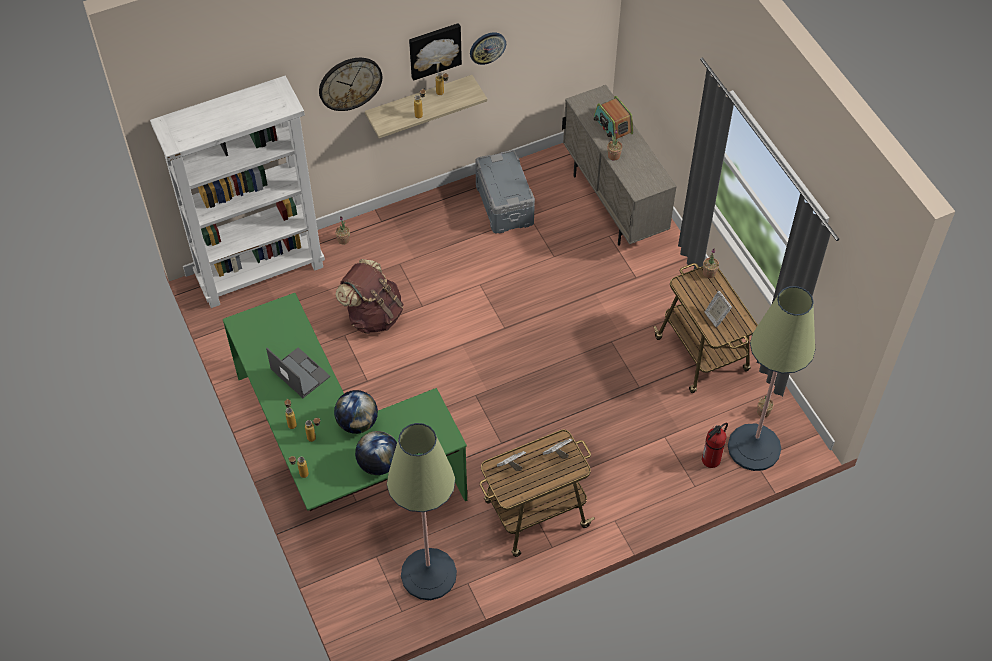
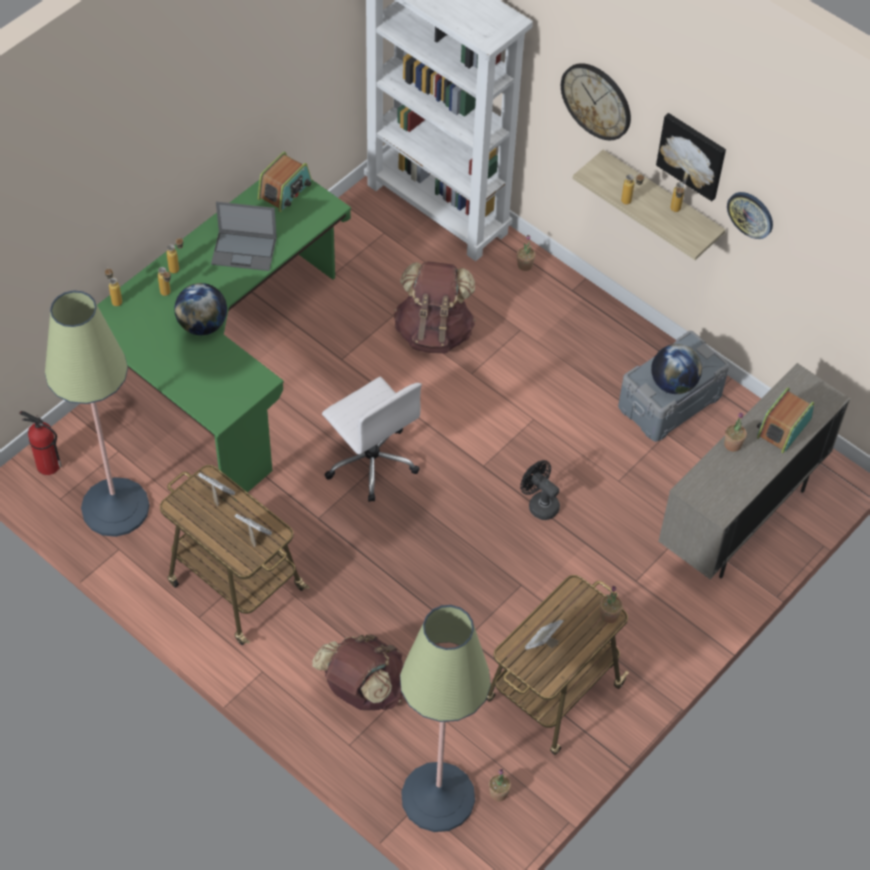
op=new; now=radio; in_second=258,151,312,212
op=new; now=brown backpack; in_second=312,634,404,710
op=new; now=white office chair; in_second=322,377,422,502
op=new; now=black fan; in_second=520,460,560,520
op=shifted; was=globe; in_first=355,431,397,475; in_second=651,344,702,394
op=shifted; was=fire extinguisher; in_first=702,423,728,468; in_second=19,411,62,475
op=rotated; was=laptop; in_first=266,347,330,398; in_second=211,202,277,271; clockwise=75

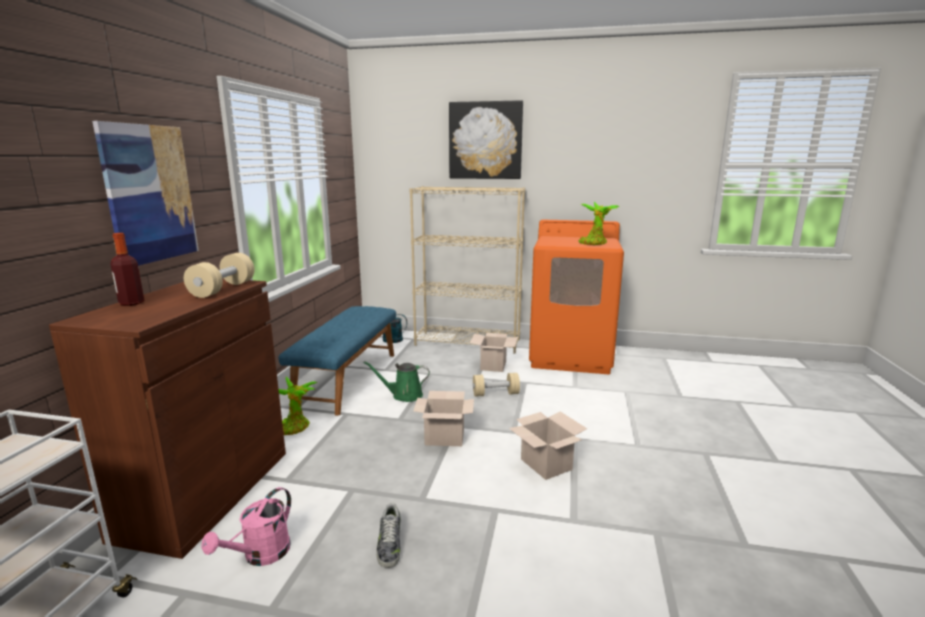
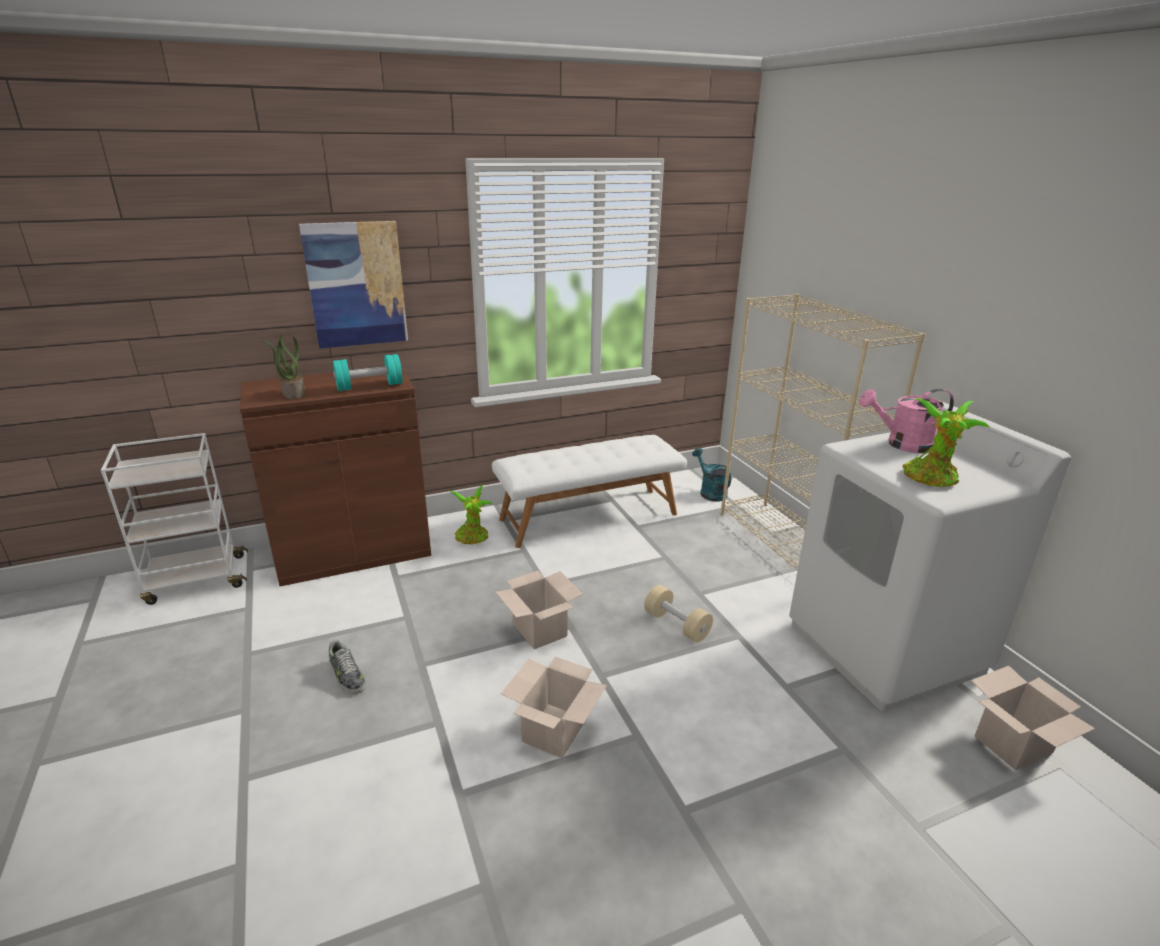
op=gone; was=bottle; in_first=110,233,144,306
op=gone; was=green watering can; in_first=364,361,430,402
op=gone; was=picture; in_first=449,100,523,179
op=new; now=potted plant; in_second=265,333,305,399
op=shifted; was=pink watering can; in_first=202,487,291,566; in_second=859,389,954,453
op=shifted; was=cardboard box; in_first=470,333,518,372; in_second=971,666,1095,771
op=repainted; was=beige dumbbell; now=turquoise dumbbell; in_first=184,253,254,298; in_second=333,354,403,391
op=repainted; was=blue bench; now=white bench; in_first=279,306,396,416; in_second=492,435,687,548
op=repainted; was=orange washing machine; now=white washing machine; in_first=529,220,624,374; in_second=789,401,1071,711
op=rotated; was=shoe; in_first=376,503,401,568; in_second=329,639,366,694; clockwise=-90

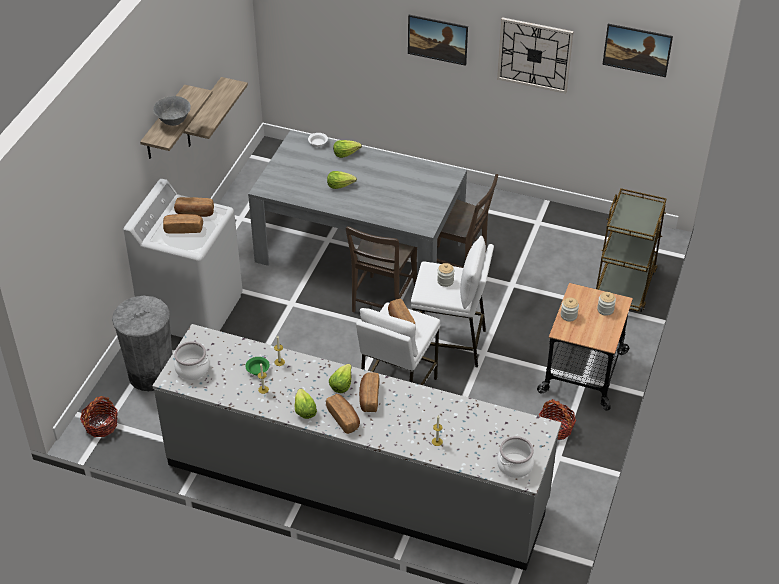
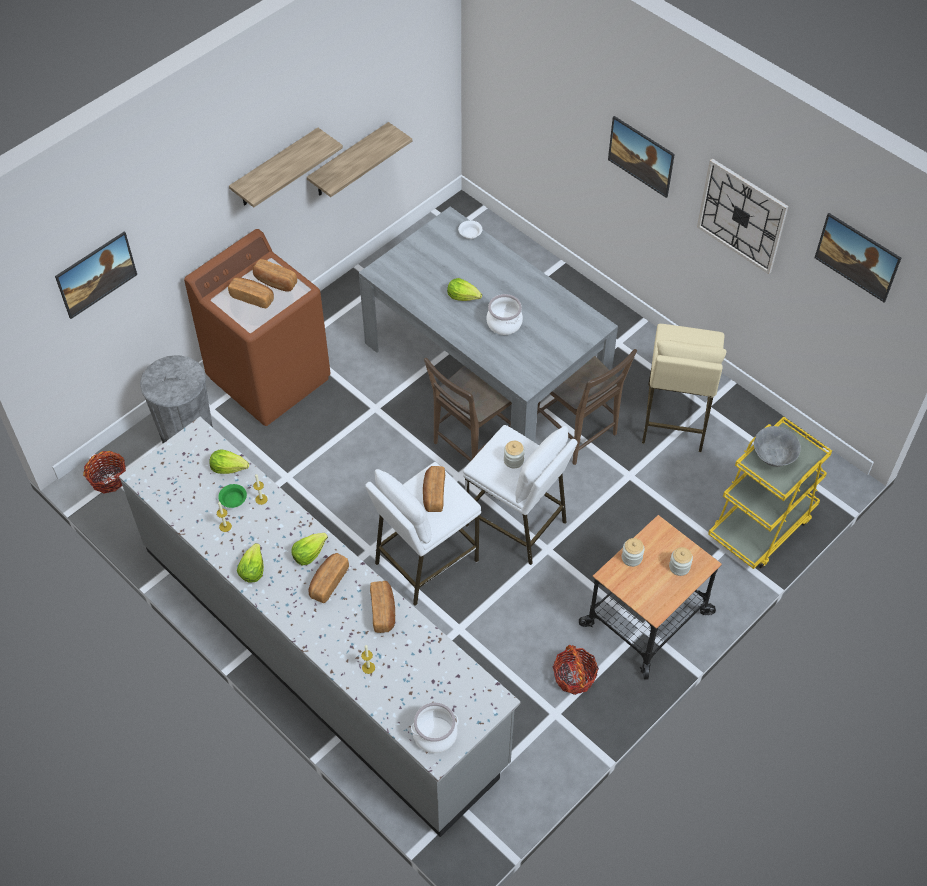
op=new; now=picture; in_second=55,232,137,319
op=new; now=beige stool; in_second=642,324,726,452
op=shifted; was=grey bowl; in_first=153,96,191,126; in_second=754,426,801,467
op=shifted; was=cooking pot; in_first=174,341,209,380; in_second=486,294,523,335
op=shifted; was=bread; in_first=326,394,360,434; in_second=370,581,395,633
op=shifted; was=lettuce; in_first=333,140,362,158; in_second=209,449,249,474
op=repainted; was=white washing machine; now=brown washing machine; in_first=123,179,243,338; in_second=184,229,330,426
op=repainted; was=brown cart; now=yellow cart; in_first=596,188,667,312; in_second=708,417,832,569

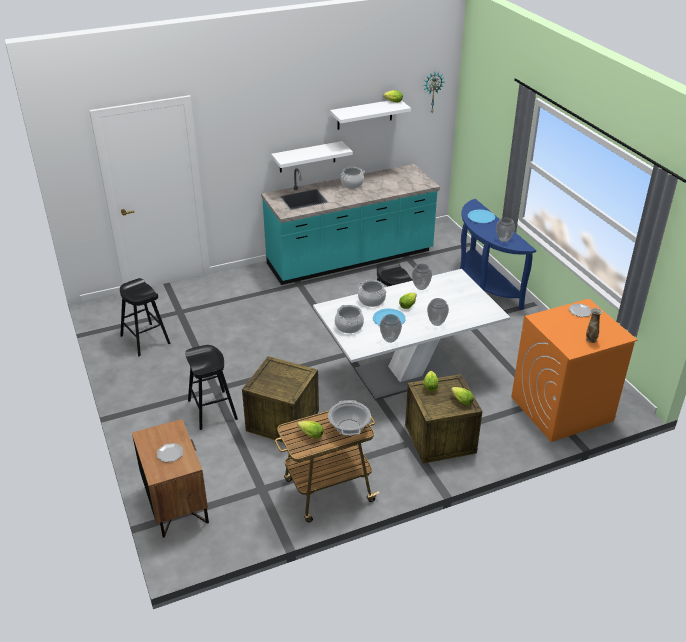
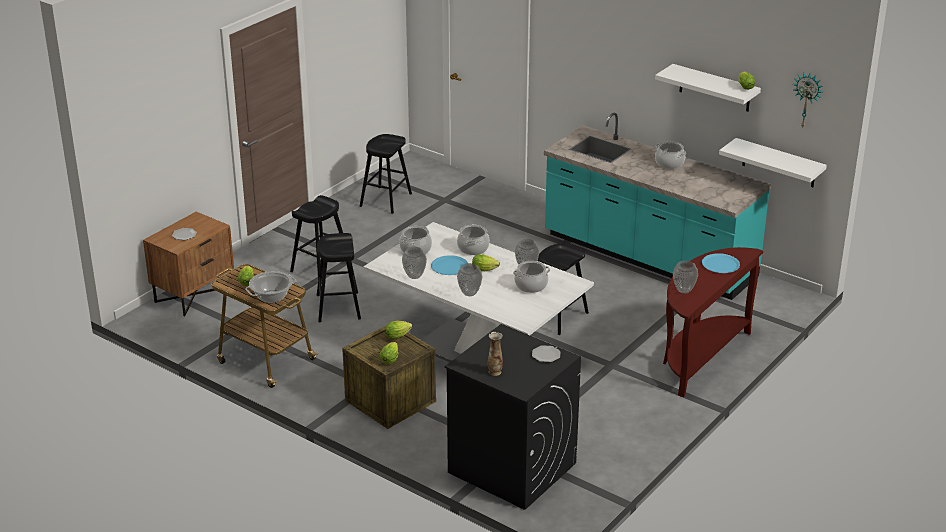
op=new; now=cooking pot; in_second=513,261,550,293
op=shifted; was=white shelf; in_first=271,141,353,172; in_second=719,138,827,187
op=swapped; was=crate; now=black stool; in_first=242,356,319,442; in_second=317,233,361,322
op=repainted; was=blue console table; now=brown console table; in_first=460,199,536,310; in_second=663,247,763,398
op=repainted; was=orange washing machine; now=black washing machine; in_first=511,299,637,442; in_second=445,324,581,510

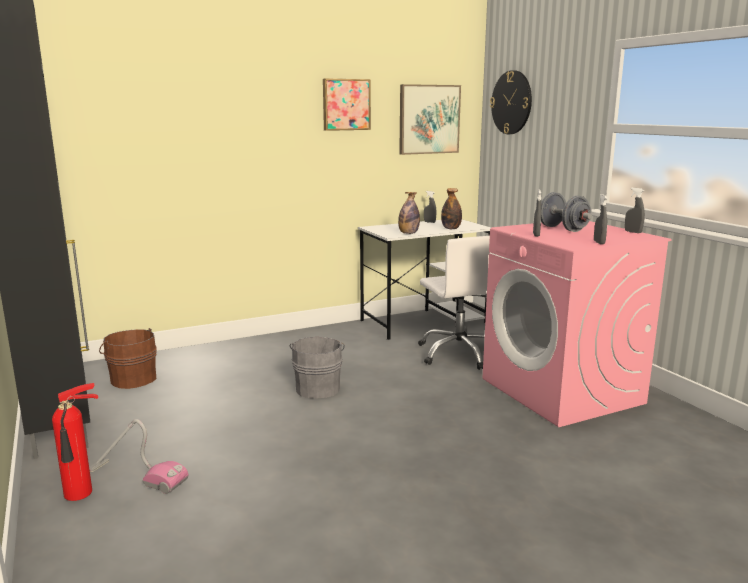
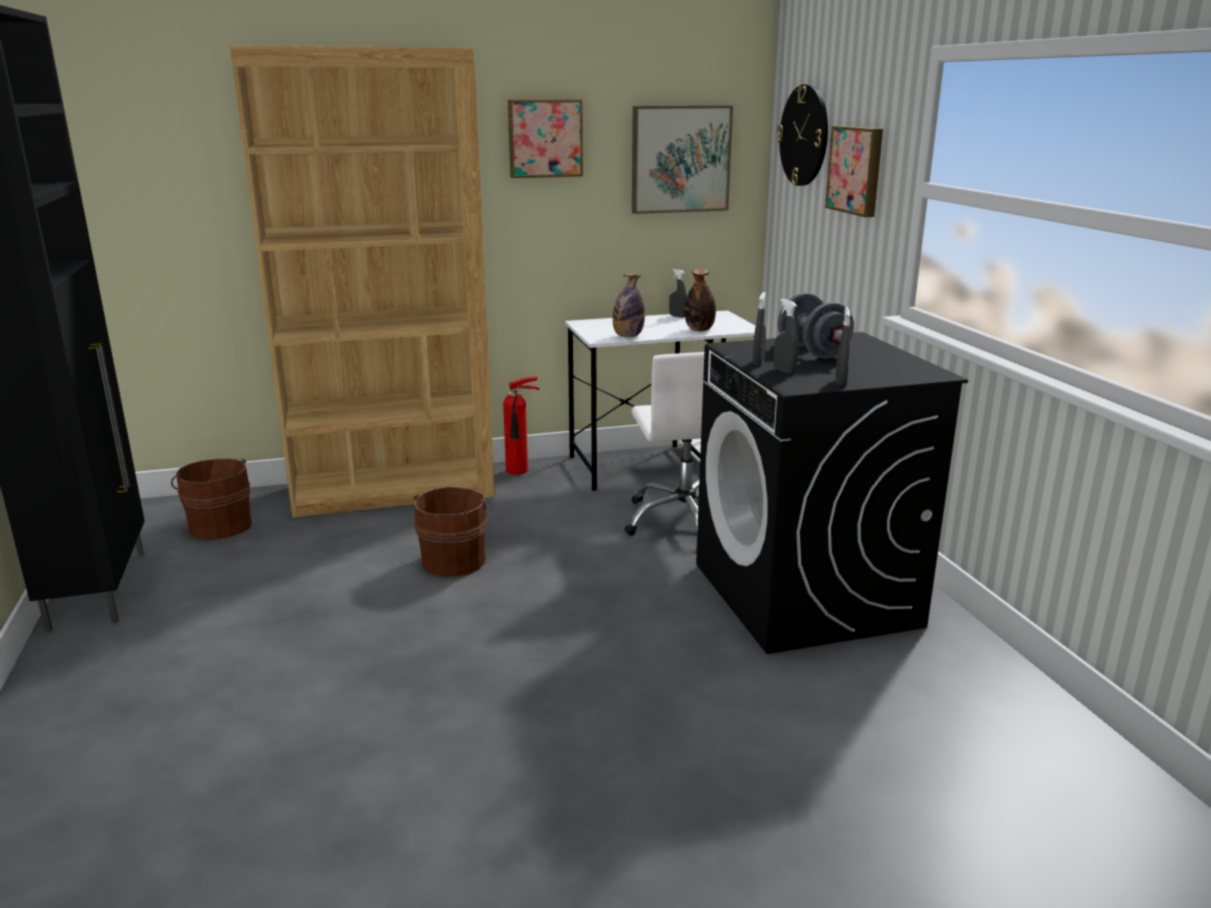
op=gone; was=vacuum cleaner; in_first=89,419,188,494
op=new; now=brown bookcase; in_second=230,45,495,518
op=new; now=picture; in_second=825,126,883,217
op=shifted; was=fire extinguisher; in_first=52,383,98,501; in_second=503,376,539,475
op=shifted; was=grey spray bottle; in_first=625,188,645,233; in_second=774,299,798,374
op=repainted; was=grey bucket; now=brown bucket; in_first=289,337,345,398; in_second=414,487,492,576
op=repainted; was=pink washing machine; now=black washing machine; in_first=482,221,671,427; in_second=696,332,968,654

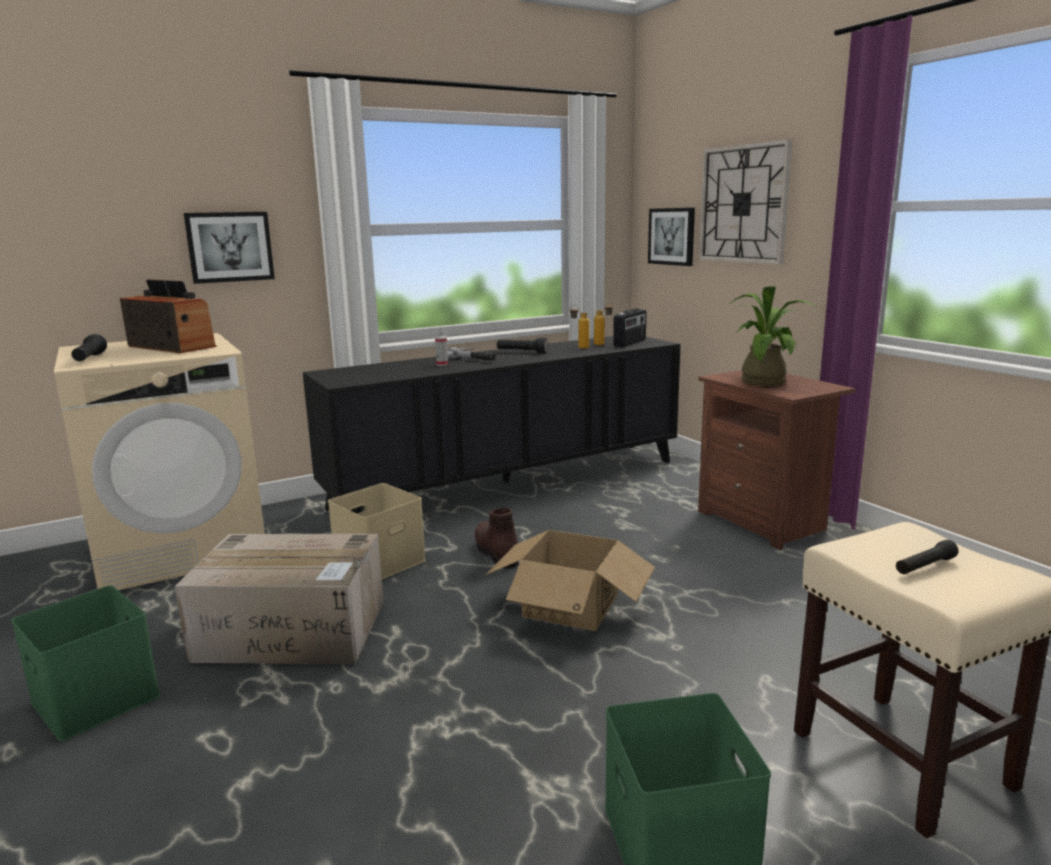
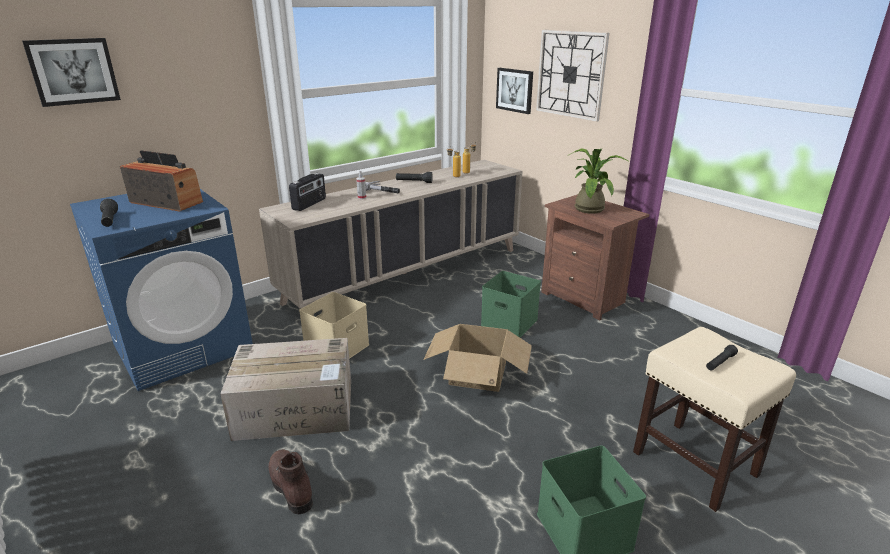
op=shifted; was=green storage box; in_first=11,585,161,741; in_second=481,271,541,337
op=shifted; was=picture; in_first=184,212,275,284; in_second=22,38,121,107
op=shifted; was=brown boot; in_first=475,507,519,569; in_second=268,450,313,514
op=shifted; was=radio; in_first=613,309,646,347; in_second=289,173,326,211
op=repainted; was=beige washing machine; now=blue washing machine; in_first=54,333,265,590; in_second=70,189,253,391
op=repainted; was=black cabinet; now=beige cabinet; in_first=303,336,681,514; in_second=259,160,523,308

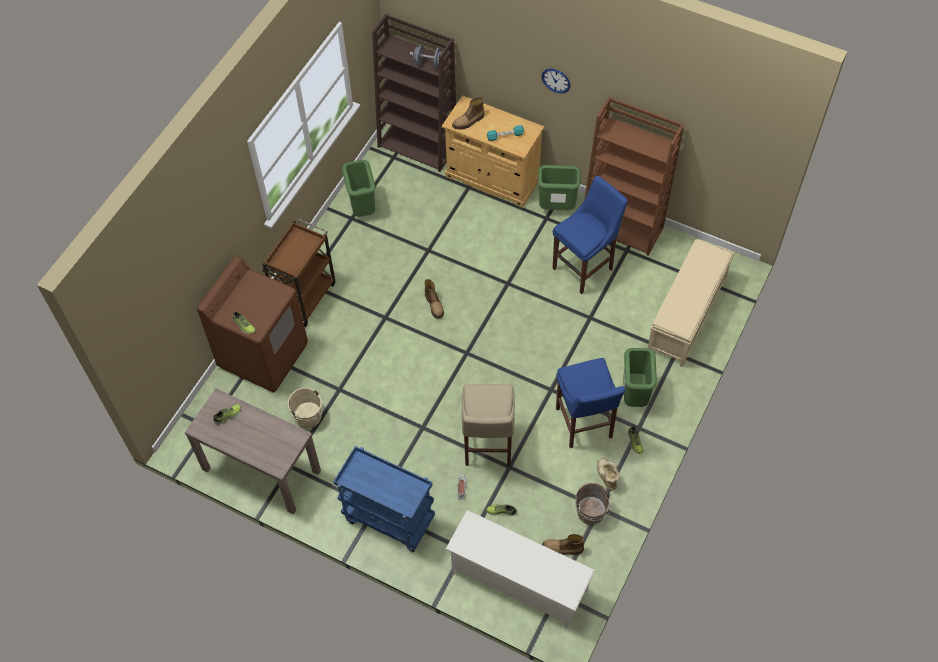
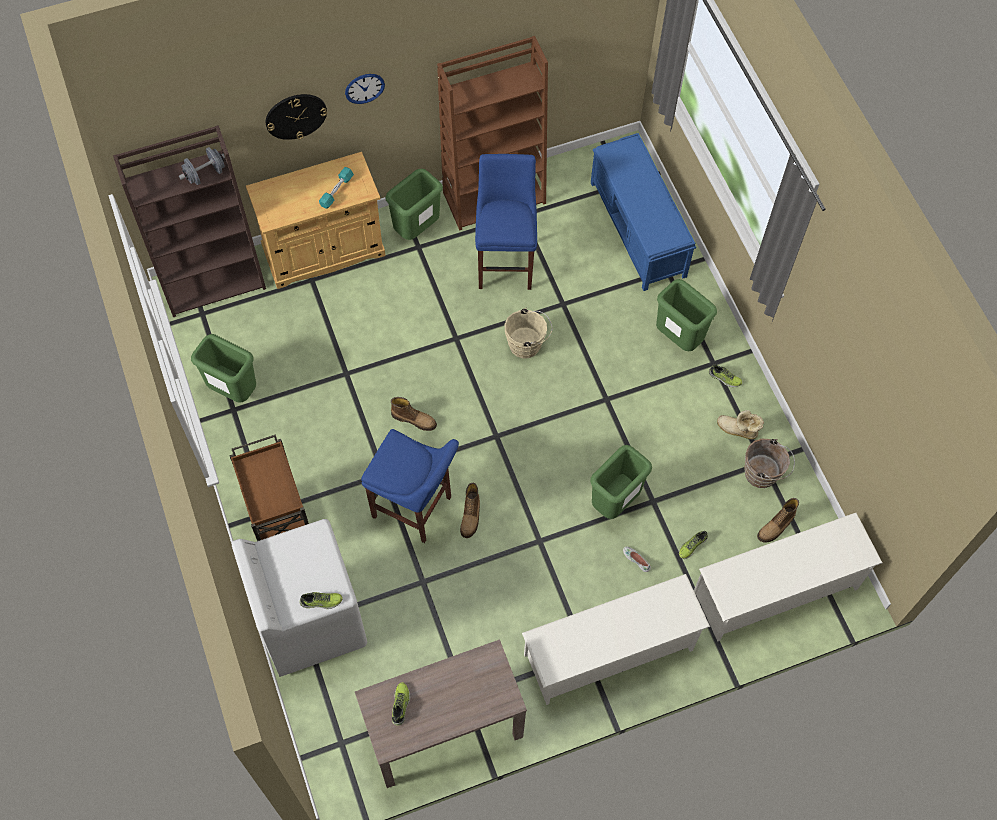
op=new; now=wall clock; in_second=266,94,327,140
op=shifted; was=beige bucket; in_first=288,388,325,428; in_second=505,308,552,359
op=shifted; was=boot; in_first=452,97,484,130; in_second=460,483,480,538
op=shifted; was=blue stool; in_first=556,358,625,448; in_second=361,429,459,543
op=swapped; was=blue cart; now=white shoe rack; in_first=333,446,435,553; in_second=522,574,710,705
op=swapped; was=beige stool; now=green trash can; in_first=462,384,515,466; in_second=590,445,652,519
op=repainted; was=brown washing machine; now=white washing machine; in_first=197,256,308,392; in_second=232,519,367,677
op=repainted; was=beige bench; now=blue bench; in_first=648,239,734,367; in_second=591,133,696,291

